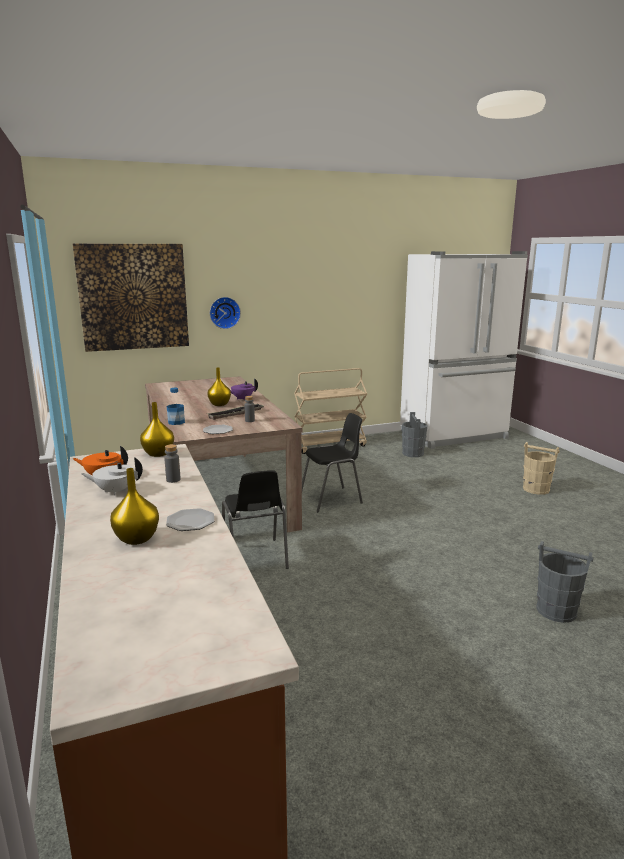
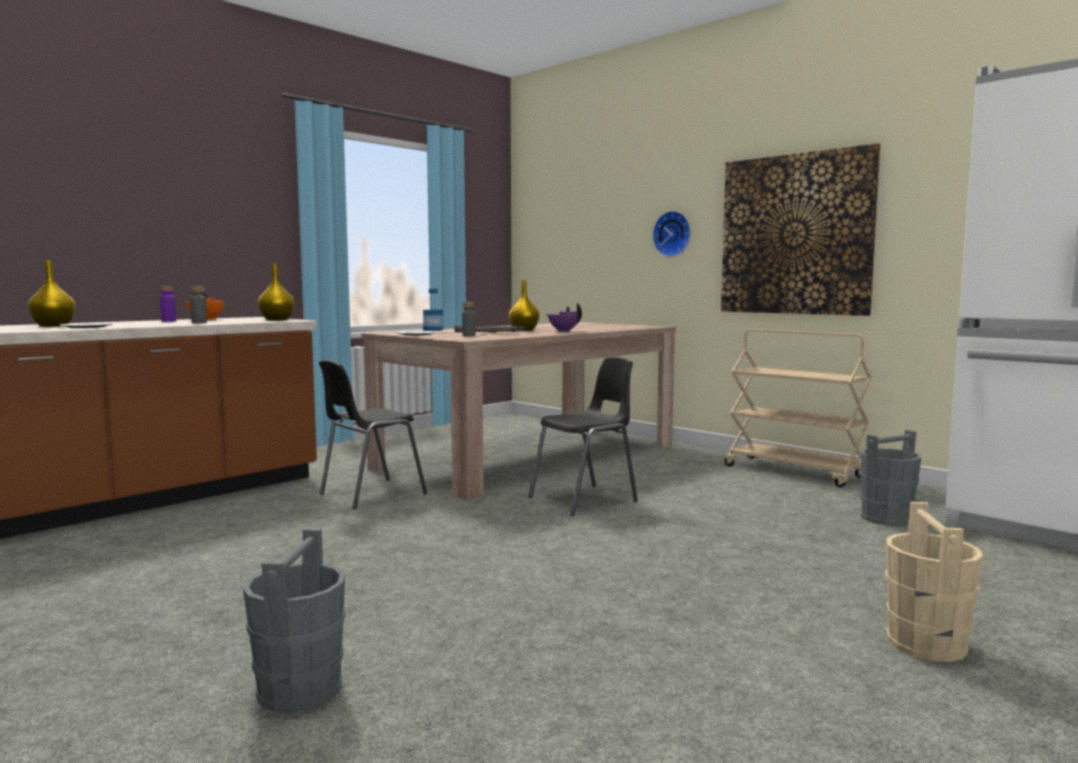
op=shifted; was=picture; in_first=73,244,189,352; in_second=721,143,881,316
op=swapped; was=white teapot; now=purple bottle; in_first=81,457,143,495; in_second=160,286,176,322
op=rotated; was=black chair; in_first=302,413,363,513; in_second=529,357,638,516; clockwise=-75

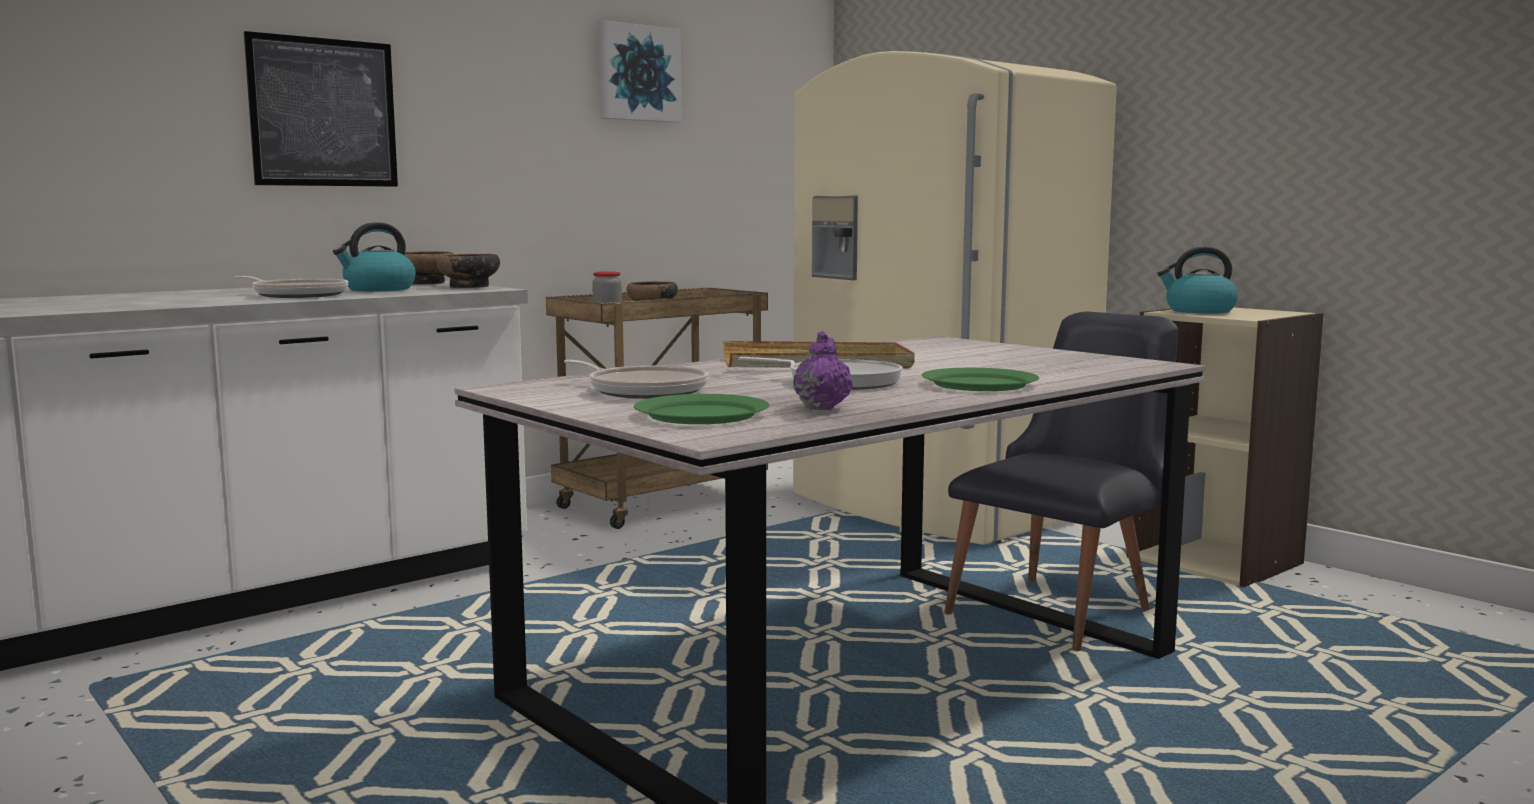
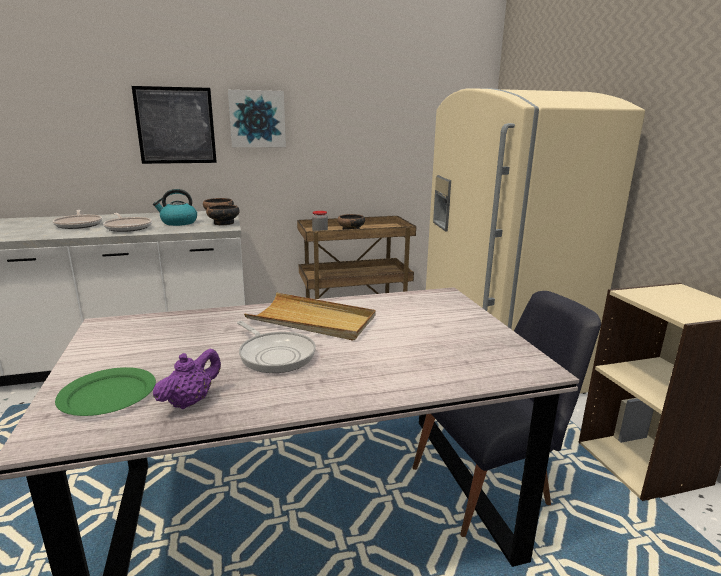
op=gone; was=green plate; in_first=922,368,1039,391
op=gone; was=kettle; in_first=1157,247,1238,314
op=shifted; was=frying pan; in_first=564,360,708,399; in_second=53,210,102,229
op=shifted; was=picture; in_first=598,20,682,123; in_second=228,90,286,147

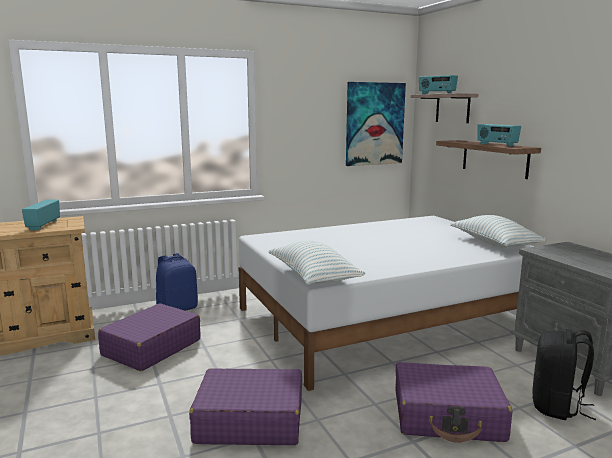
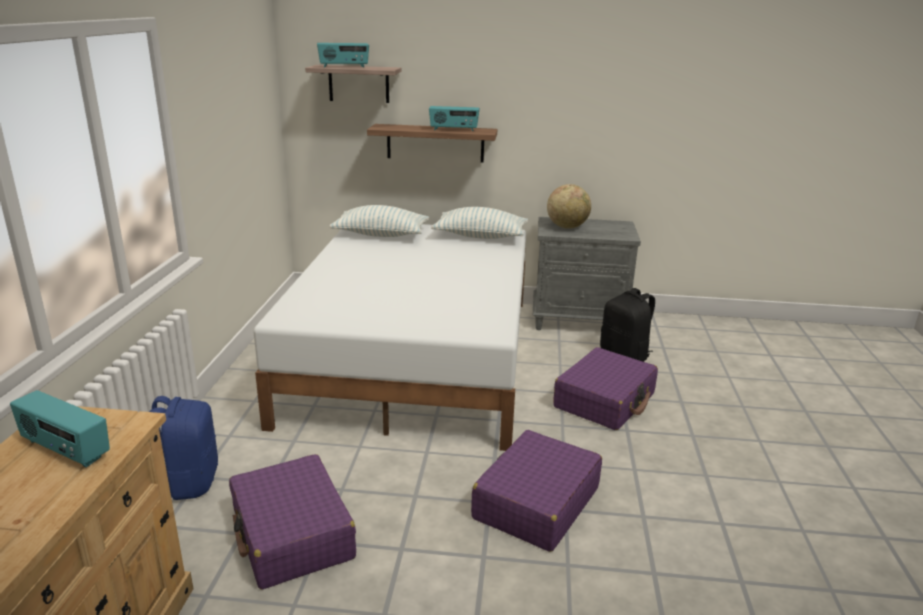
op=gone; was=picture; in_first=346,82,406,166
op=new; now=globe; in_second=547,184,591,229
op=shifted; was=pillow; in_first=269,240,365,285; in_second=329,205,429,237

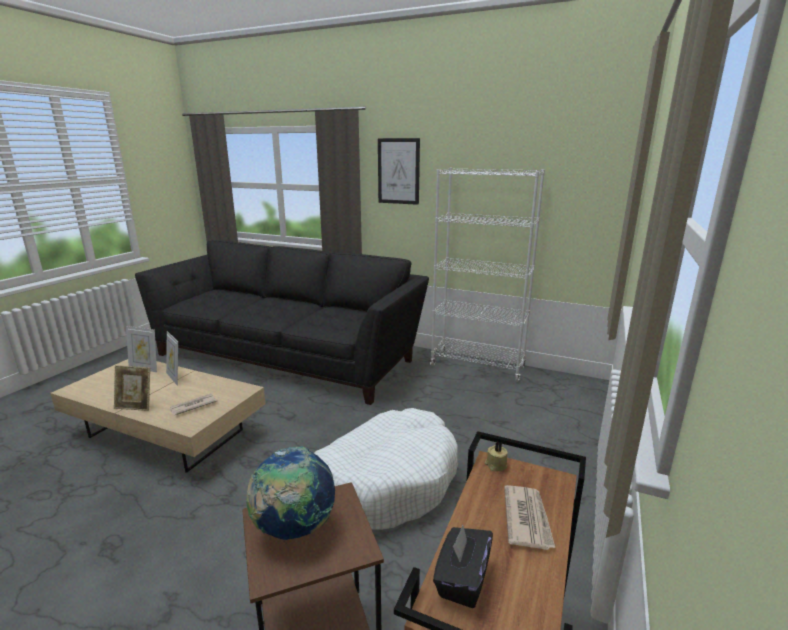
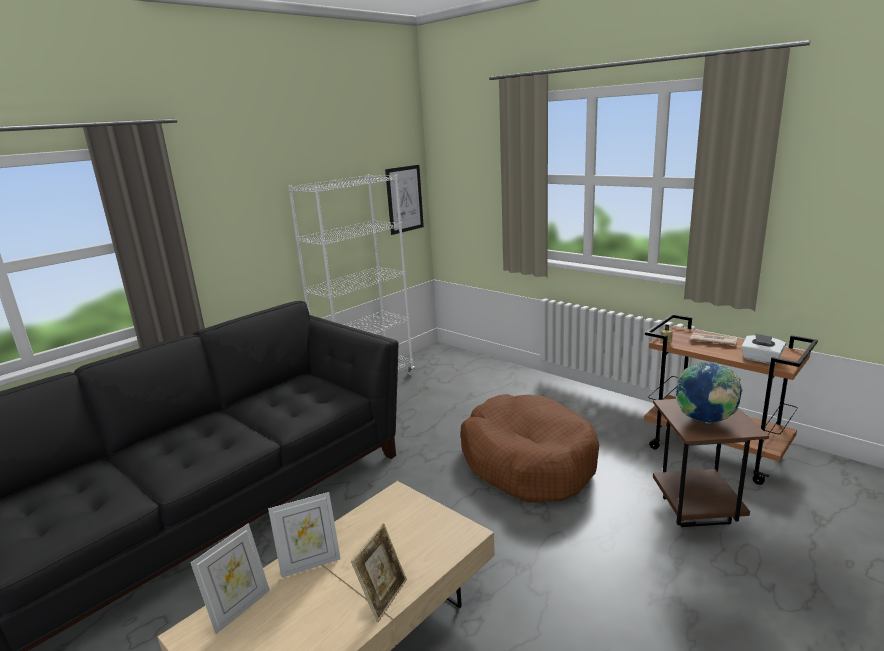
op=gone; was=newspaper; in_first=169,394,217,415
op=shifted; was=picture; in_first=378,138,420,205; in_second=385,165,424,235
op=repainted; was=white dog bed; now=brown dog bed; in_first=314,408,458,530; in_second=461,394,599,502
op=repainted; was=black tissue box; now=white tissue box; in_first=433,525,493,608; in_second=741,333,786,364

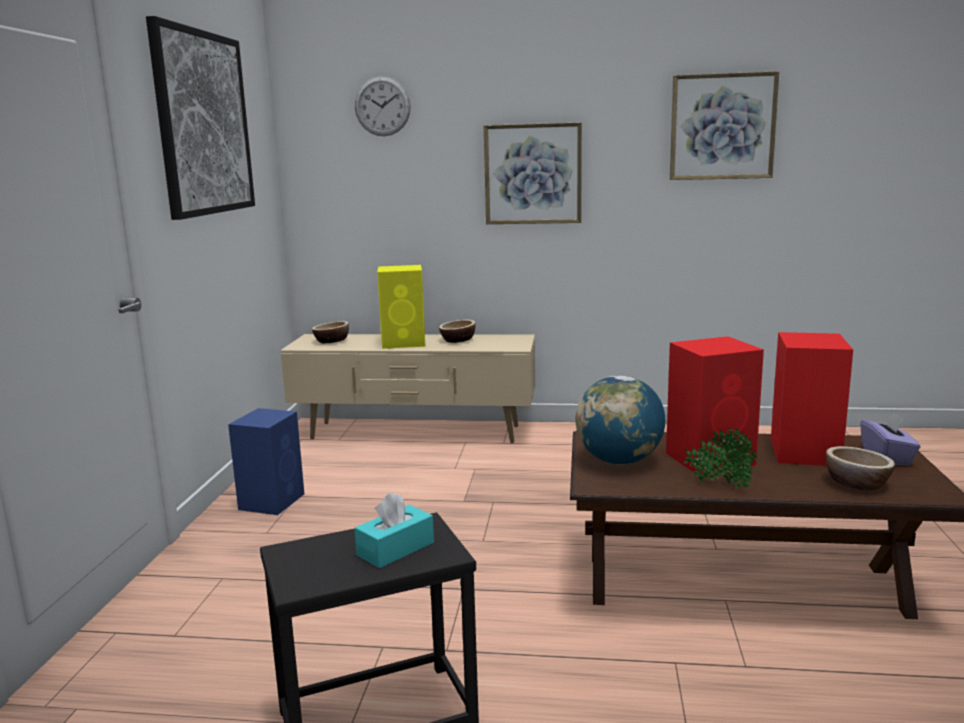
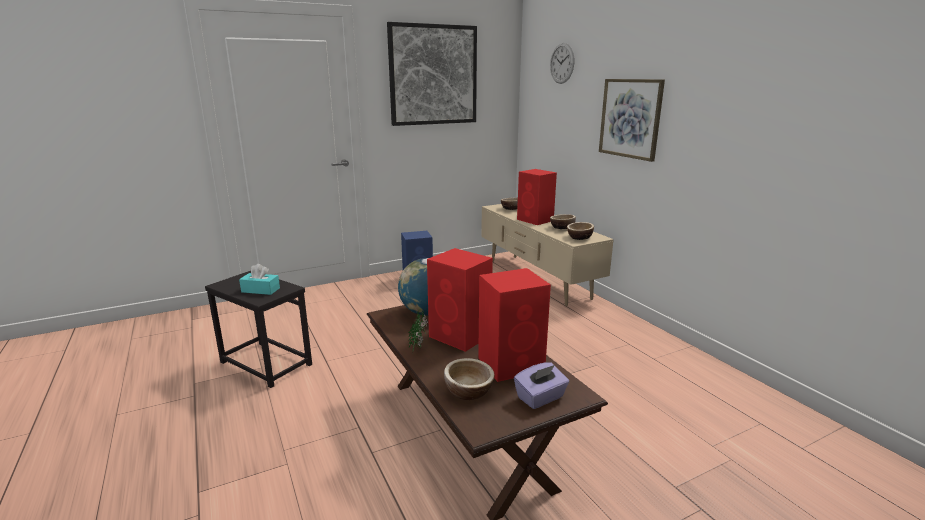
op=gone; was=picture; in_first=670,71,779,180
op=new; now=bowl; in_second=567,222,594,240
op=repainted; was=yellow speaker; now=red speaker; in_first=377,265,425,349; in_second=517,169,557,225

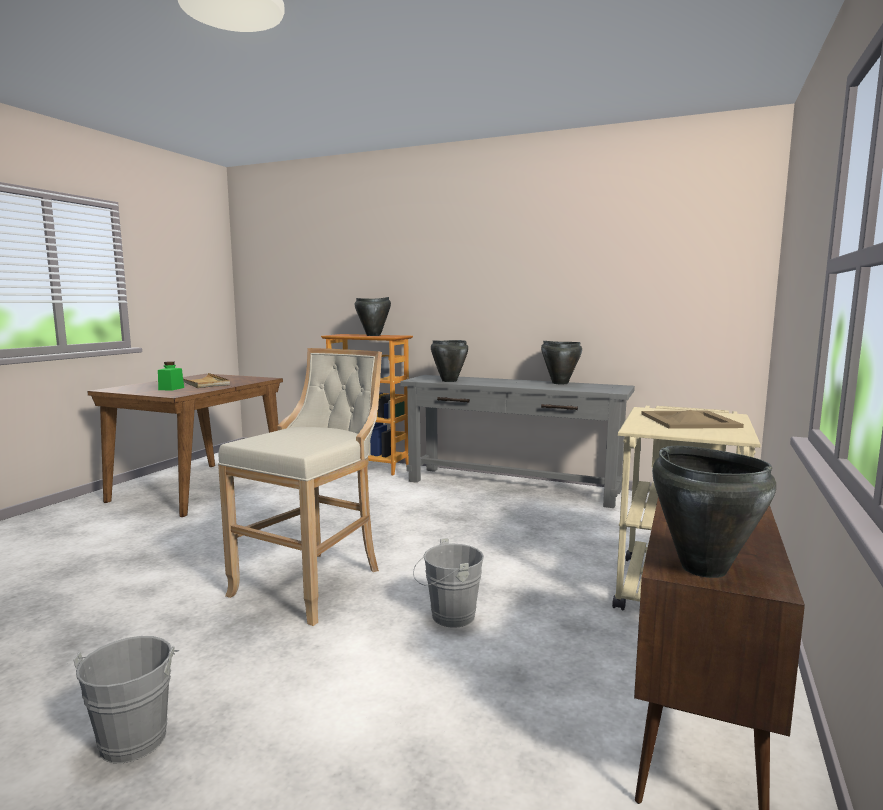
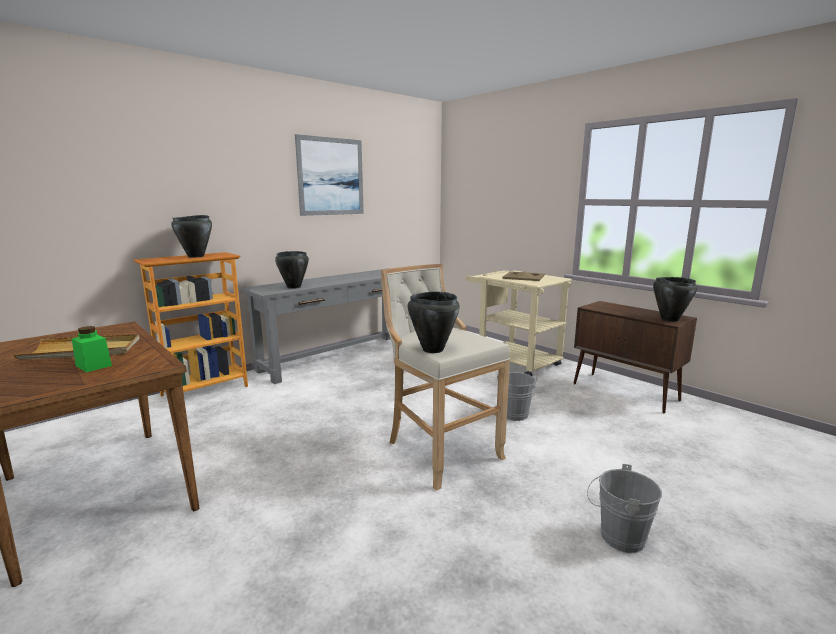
op=new; now=picture; in_second=295,134,364,216
op=shifted; was=black cooking pot; in_first=541,341,582,384; in_second=408,292,460,353

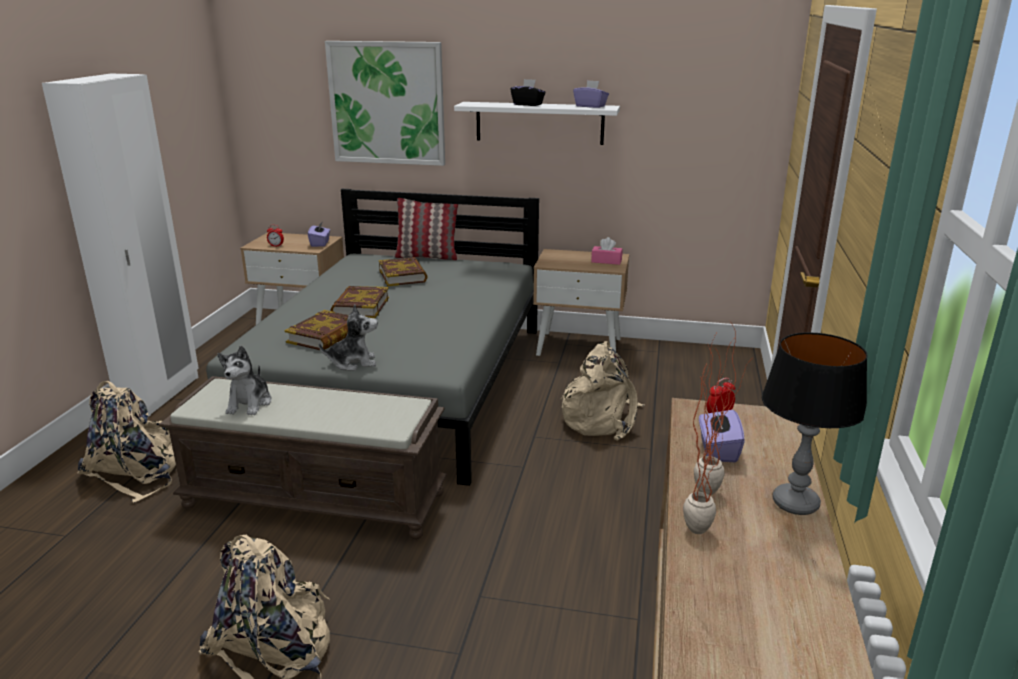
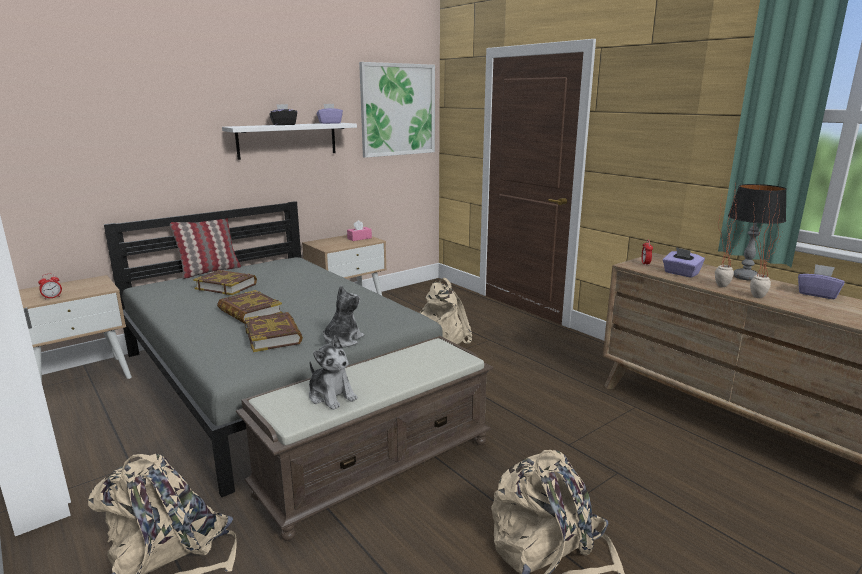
op=shifted; was=purple tissue box; in_first=308,221,330,247; in_second=798,264,845,300
op=shifted; was=picture; in_first=325,41,445,166; in_second=359,62,435,158

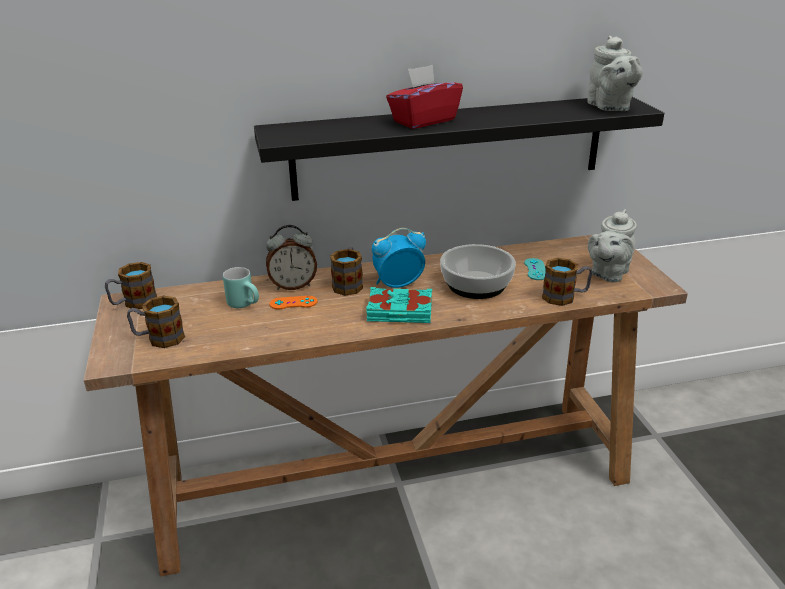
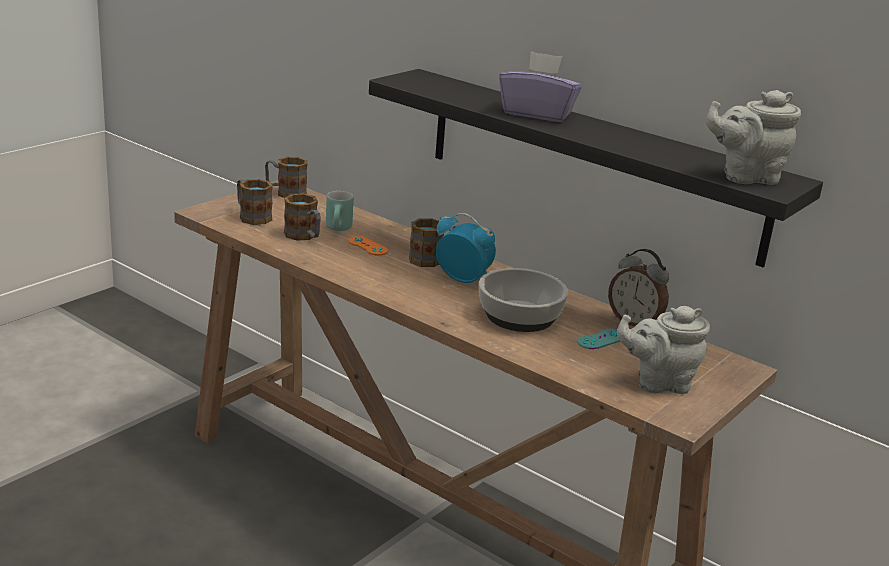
op=gone; was=turquoise book; in_first=366,287,432,323
op=shifted; was=alarm clock; in_first=266,225,317,290; in_second=608,249,669,326
op=shifted; was=mug; in_first=542,258,592,306; in_second=284,193,321,241
op=repainted; was=red tissue box; now=purple tissue box; in_first=386,65,463,129; in_second=499,51,582,122
op=rotated; was=grey teapot; in_first=587,36,643,111; in_second=706,90,801,185; clockwise=45

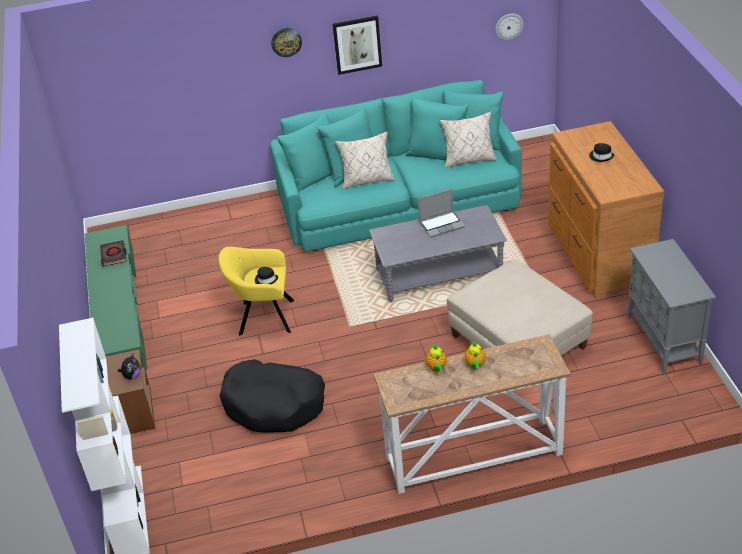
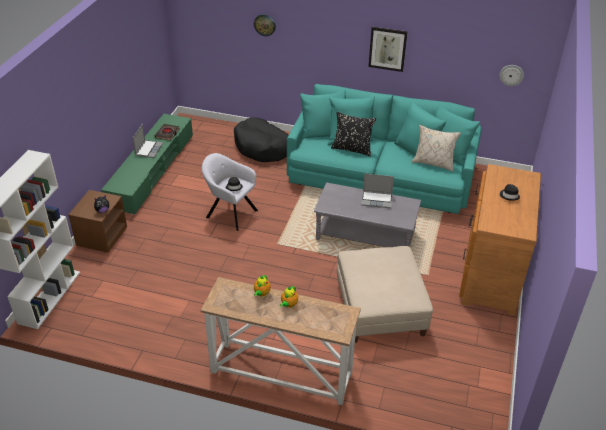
op=gone; was=grey cabinet; in_first=627,239,716,374
op=new; now=laptop; in_second=133,124,163,158
op=shifted; was=black dog bed; in_first=219,359,325,433; in_second=234,117,289,162
op=shifted; was=wall clock; in_first=271,28,302,57; in_second=254,14,276,36
op=repainted; was=yellow armchair; now=grey armchair; in_first=218,247,294,336; in_second=202,153,258,231
op=repainted; was=beige pillow; now=black pillow; in_first=336,131,395,189; in_second=331,112,376,157

